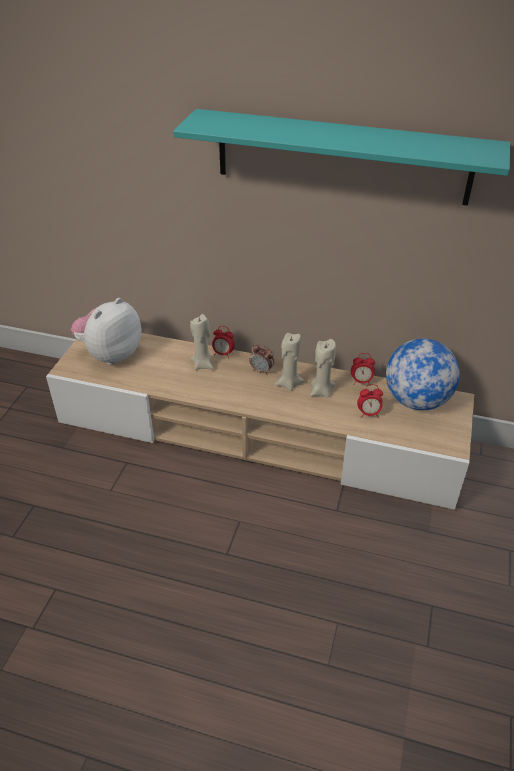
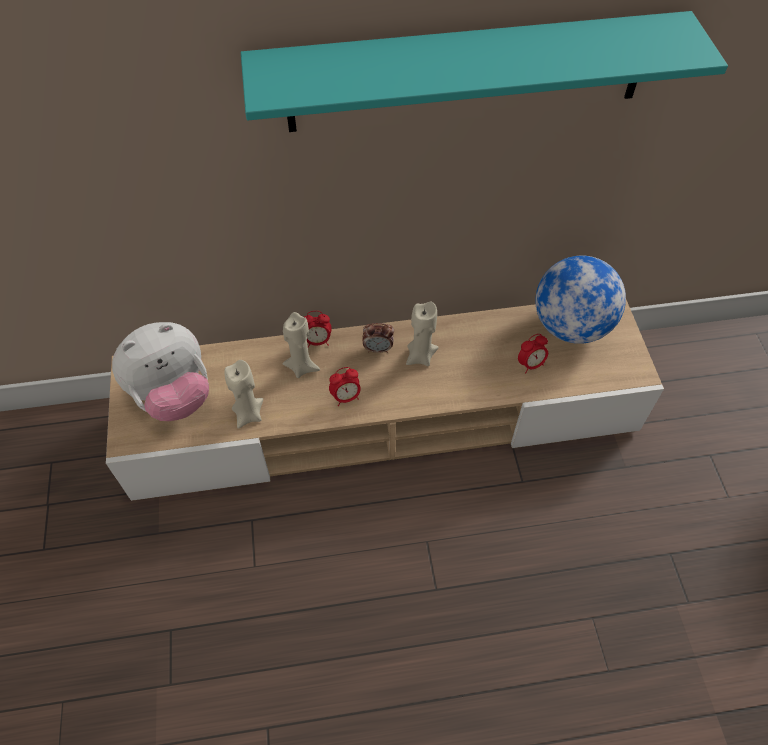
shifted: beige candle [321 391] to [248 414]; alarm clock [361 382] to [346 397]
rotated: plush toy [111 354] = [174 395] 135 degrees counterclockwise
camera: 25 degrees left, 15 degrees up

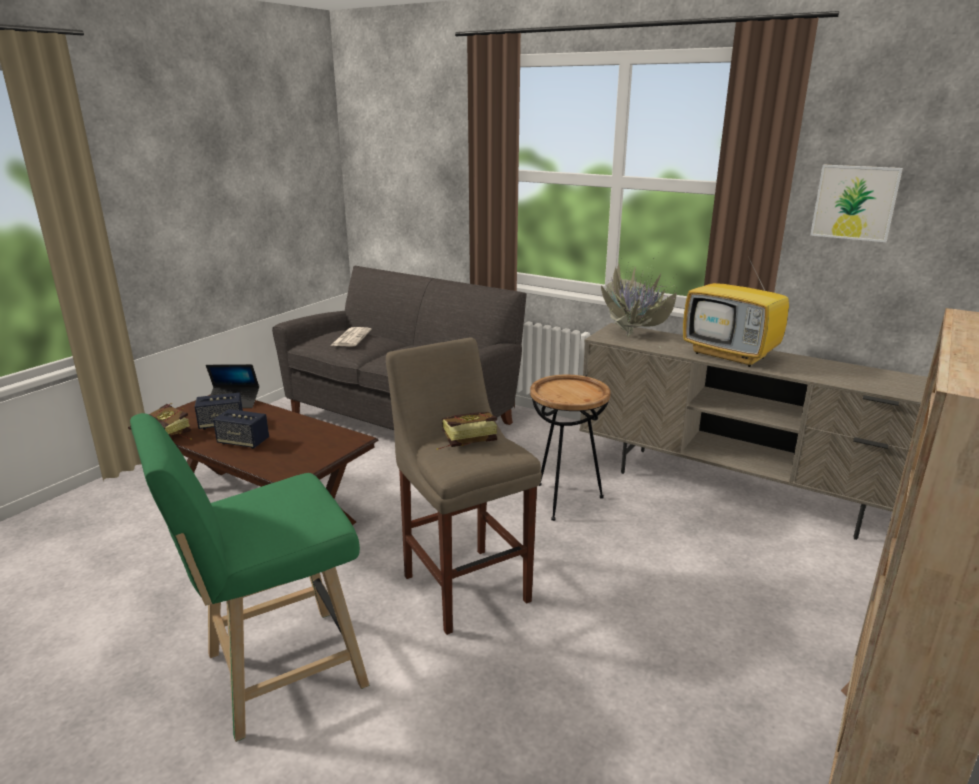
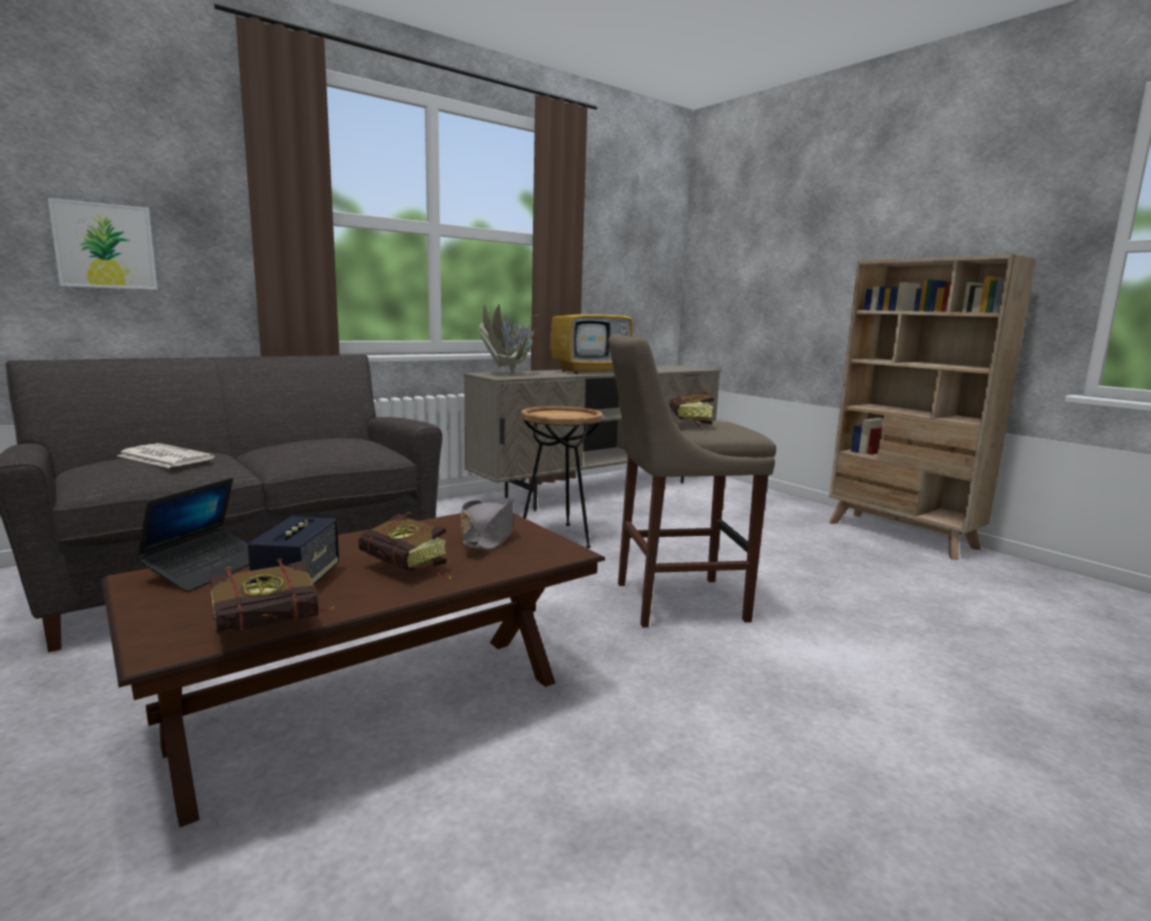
gone: green stool [276 673]
new: grey hat [488 537]
shifted: picture [854 202] to [105 246]
swapped: speaker [243 442] to book [409 570]
camera: 70 degrees left, 10 degrees down

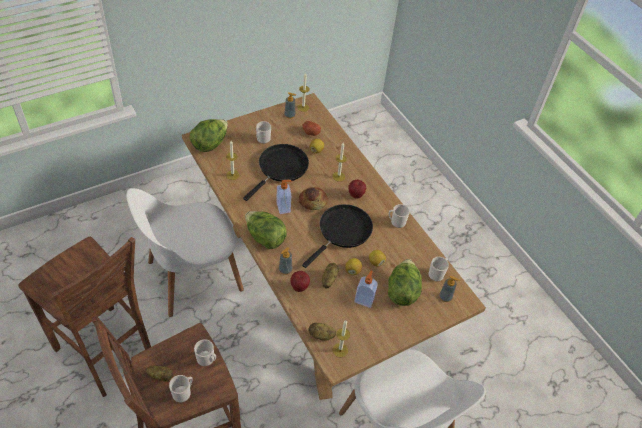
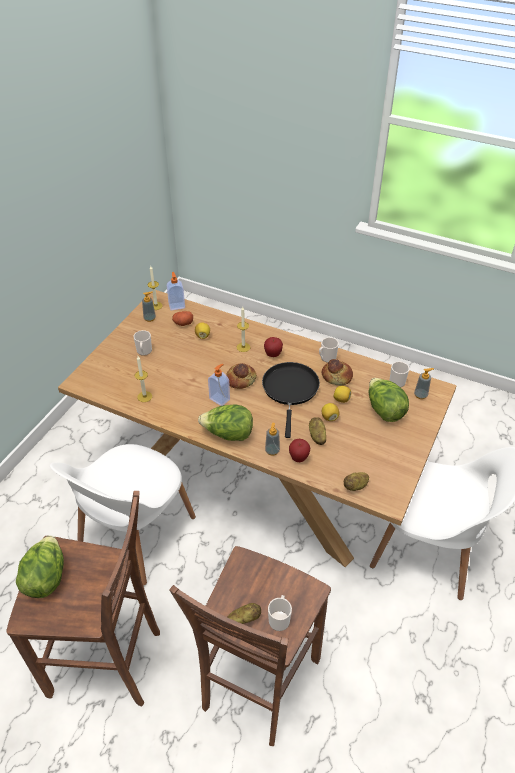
gone: black frying pan [281 168]; candle [340 350]; mug [207 359]
new: bread [337 376]
shifted: lettuce [210 144] to [46 578]; soap dispenser [364 300] to [176 306]
camera: 30 degrees left, 5 degrees down

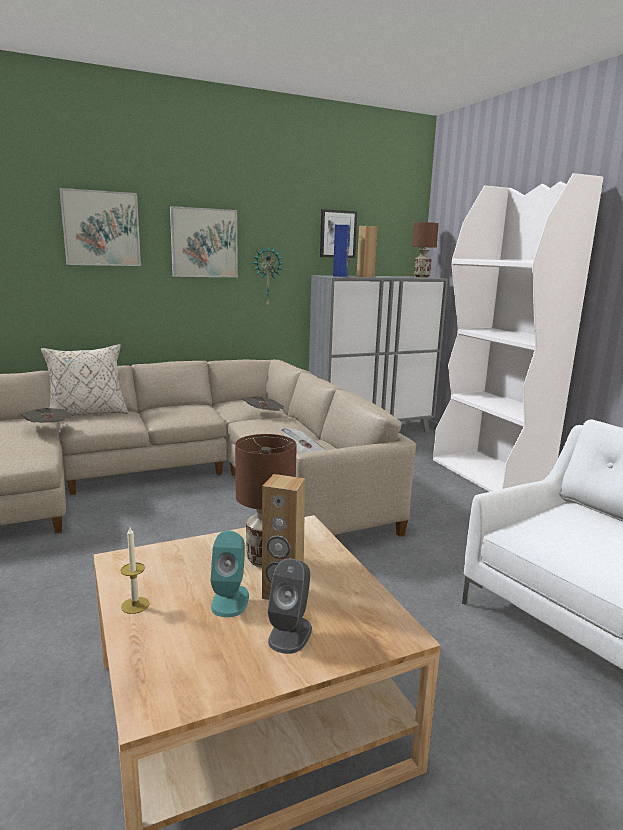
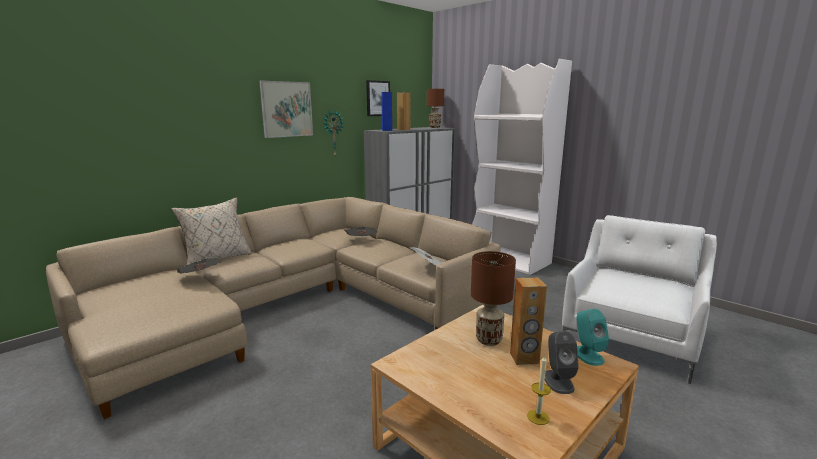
gone: picture [101 228]
shifted: candle [135 605] to [538 417]; turquoise speaker [230 600] to [587 355]
camera: 20 degrees left, 0 degrees up

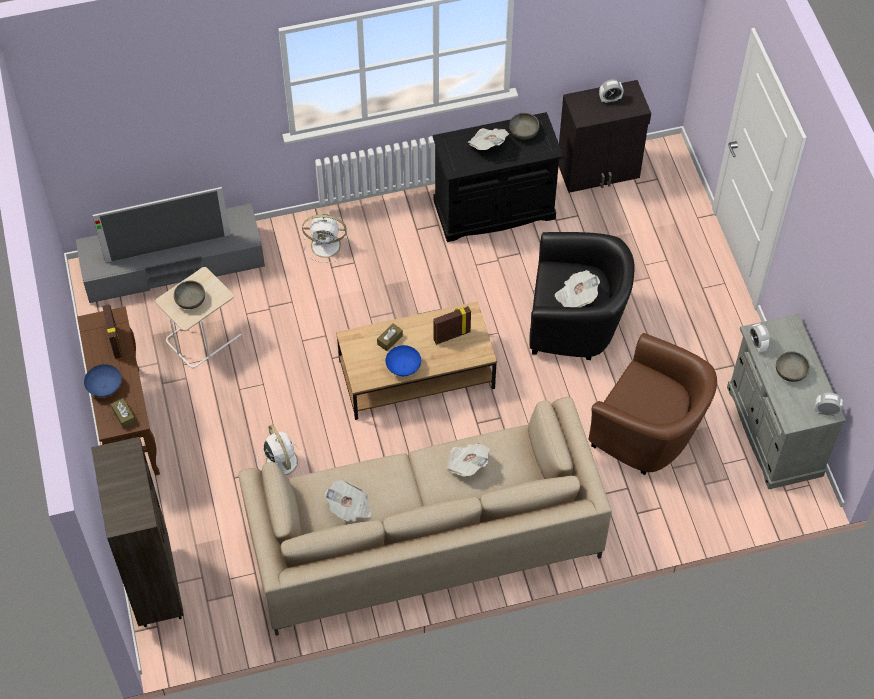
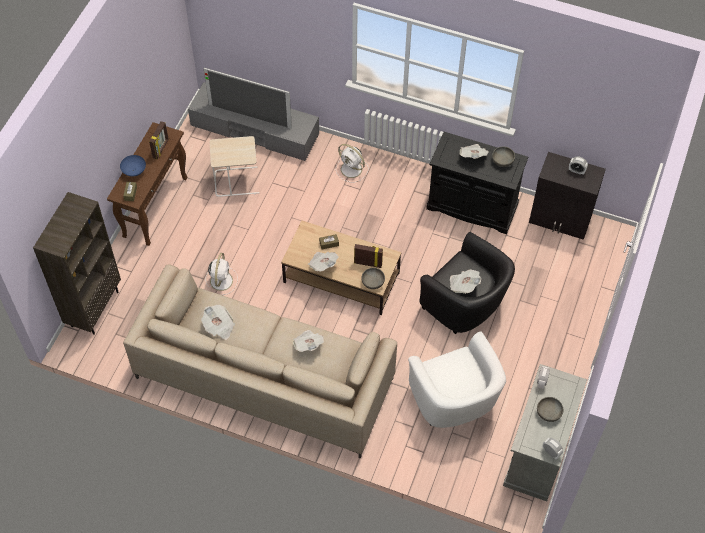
shifted: grey bowl [190 300] to [373 282]
swapped: blue bowl [402 367] to newspaper [323 264]
repainted: brown armchair [649 434] to white armchair [454 402]
camera: 35 degrees right, 0 degrees up

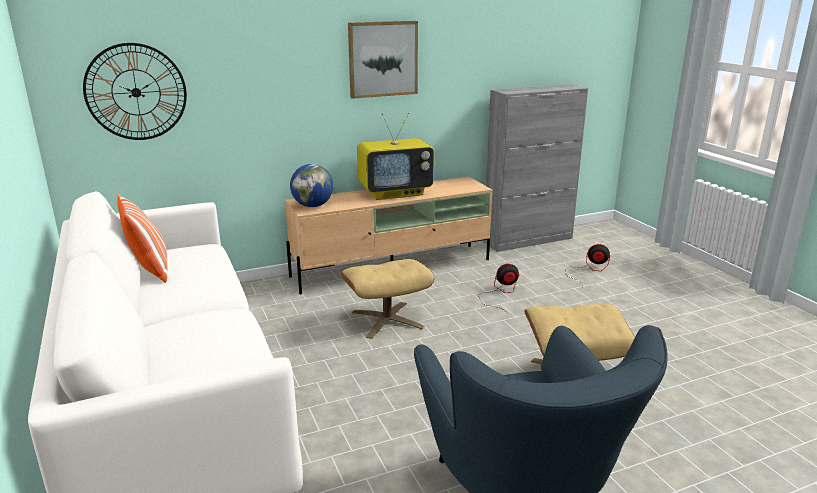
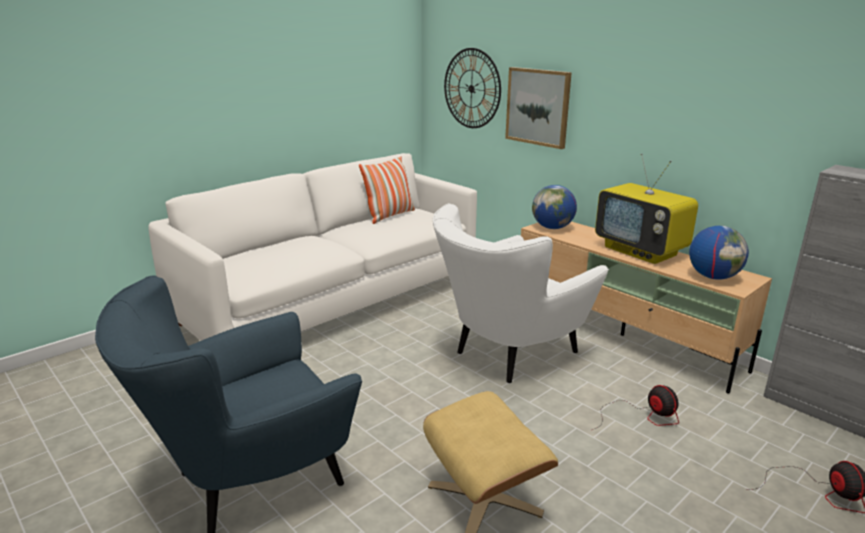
new: globe [713 277]
shifted: picture [383 59] to [538 107]
swapped: beige ottoman [387 320] to white armchair [508 355]
camera: 70 degrees right, 0 degrees up

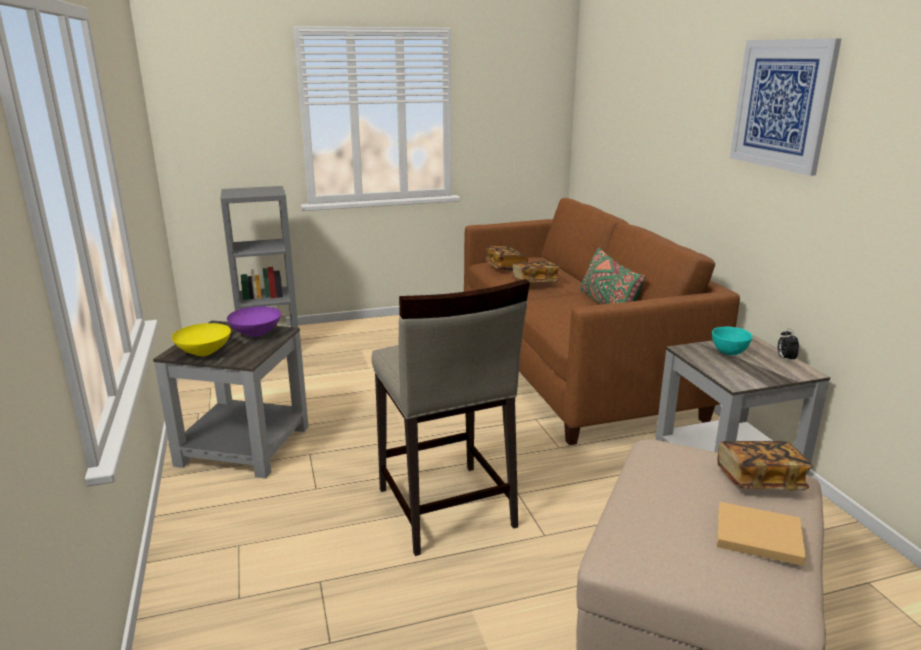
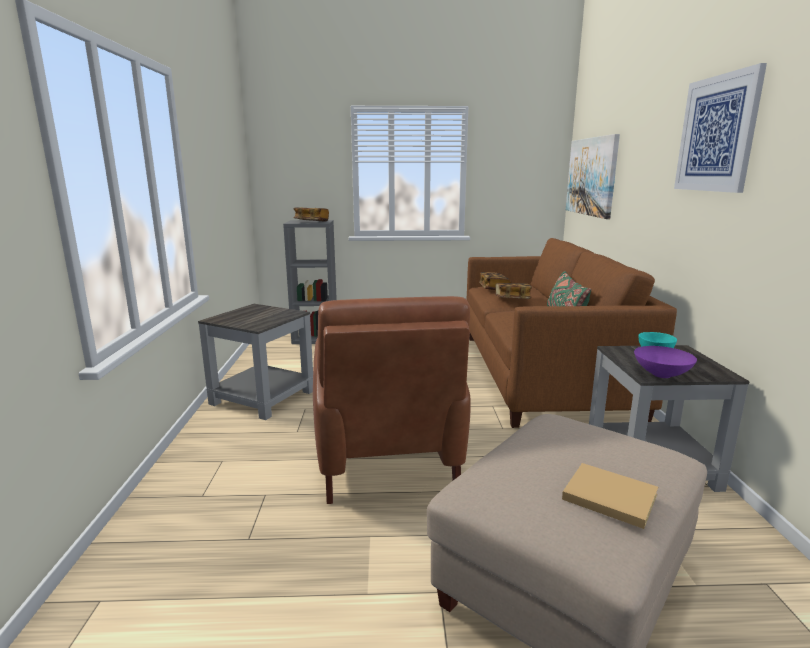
gone: yellow bowl [204 353]; alarm clock [785 359]
new: picture [591 176]
shifted: purple bowl [255 333] to [660 374]; book [759 480] to [311 222]
swapped: beige stool [445 508] to brown armchair [387 459]
camera: 15 degrees right, 5 degrees down

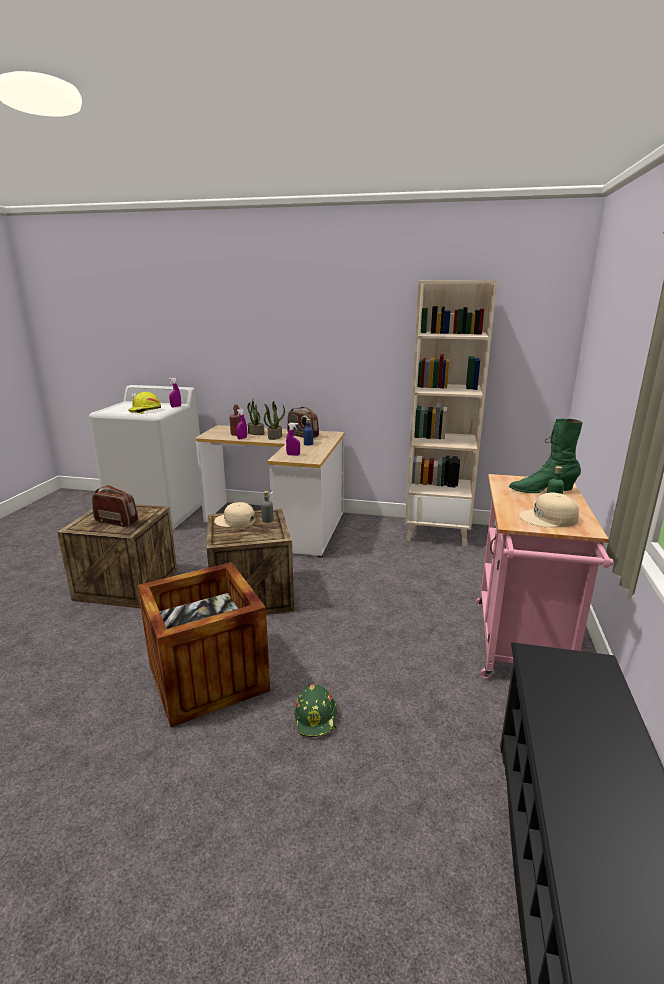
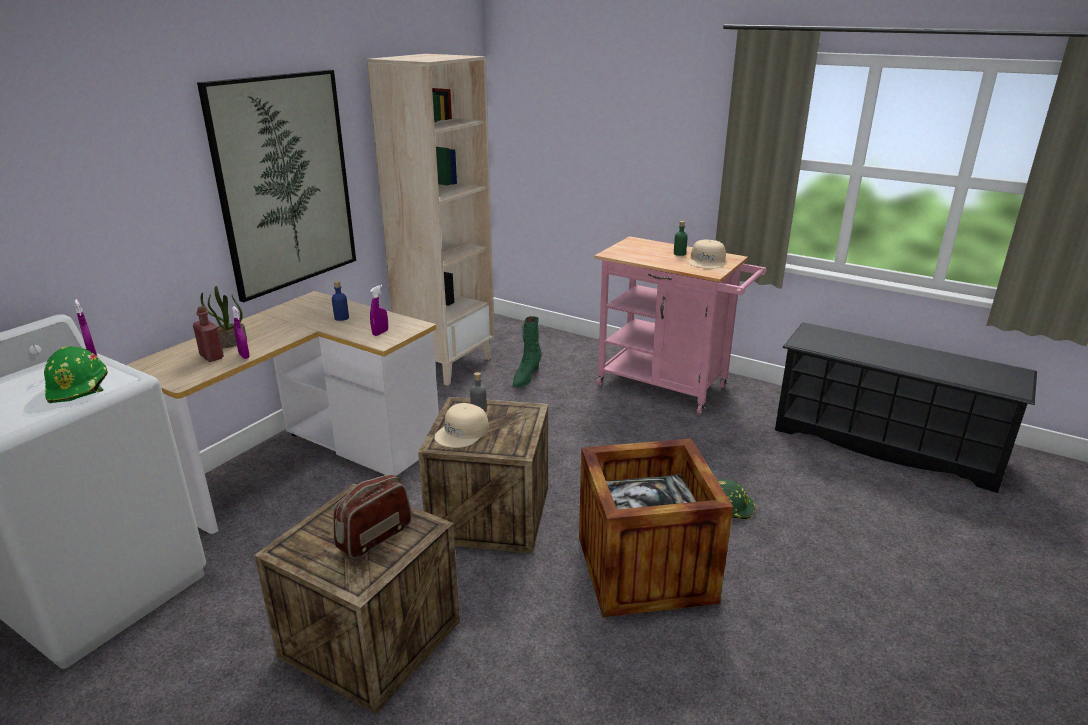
gone: potted plant [274 437]; radio [302 435]
new: picture [285 183]
shifted: green boot [542 490] to [526 378]
repainted: yellow hard hat [145 411] to green hard hat [79 387]
camera: 70 degrees left, 5 degrees up

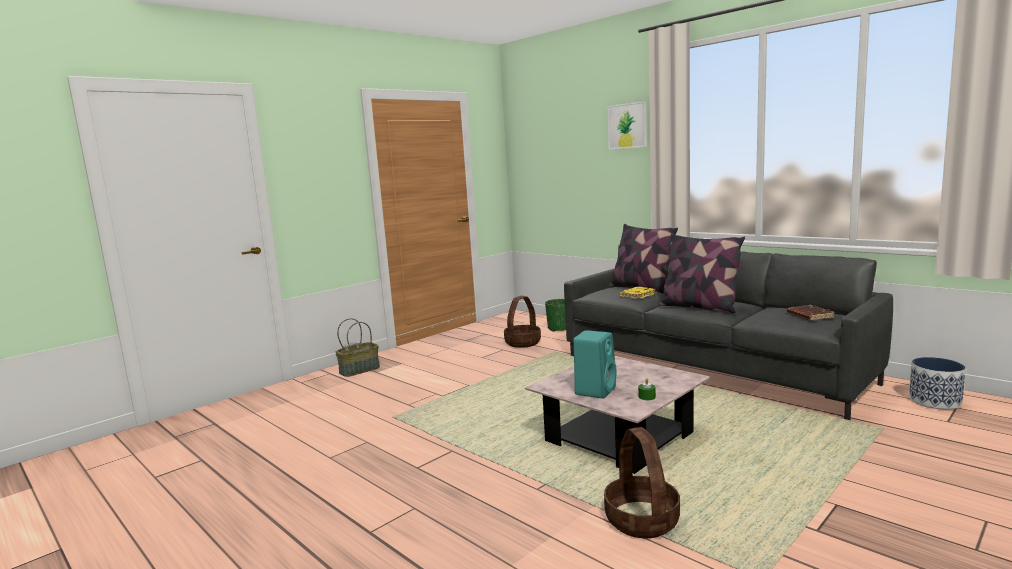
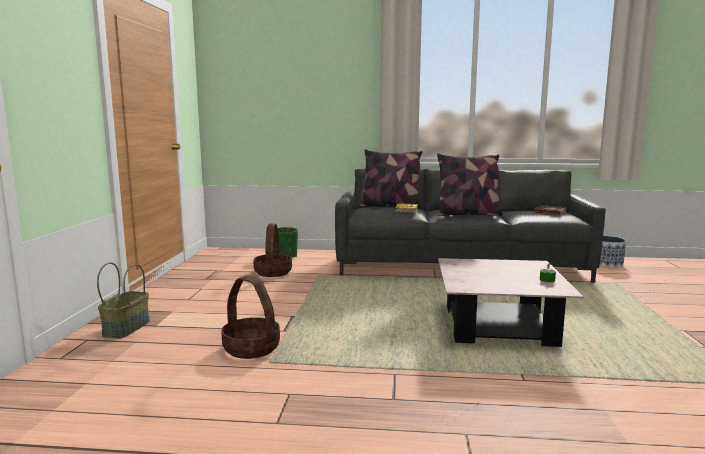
gone: picture [627 126]; turquoise speaker [595 390]
shifted: basket [642 520] to [252 348]
camera: 40 degrees left, 0 degrees up

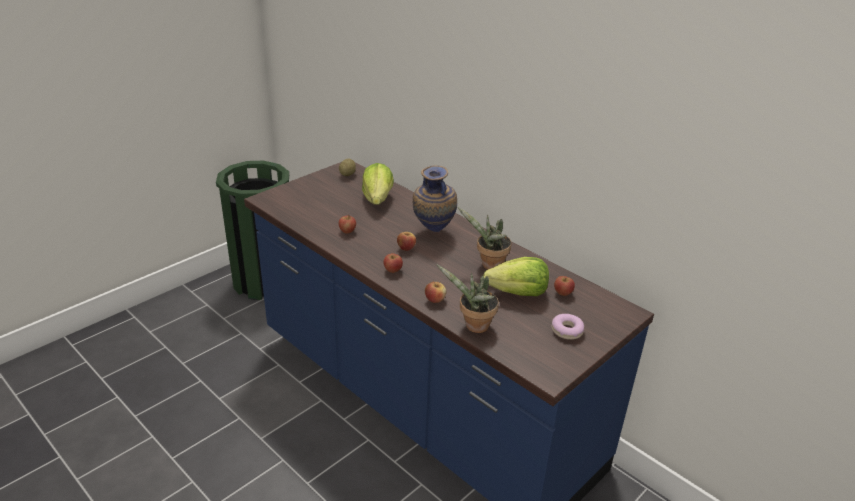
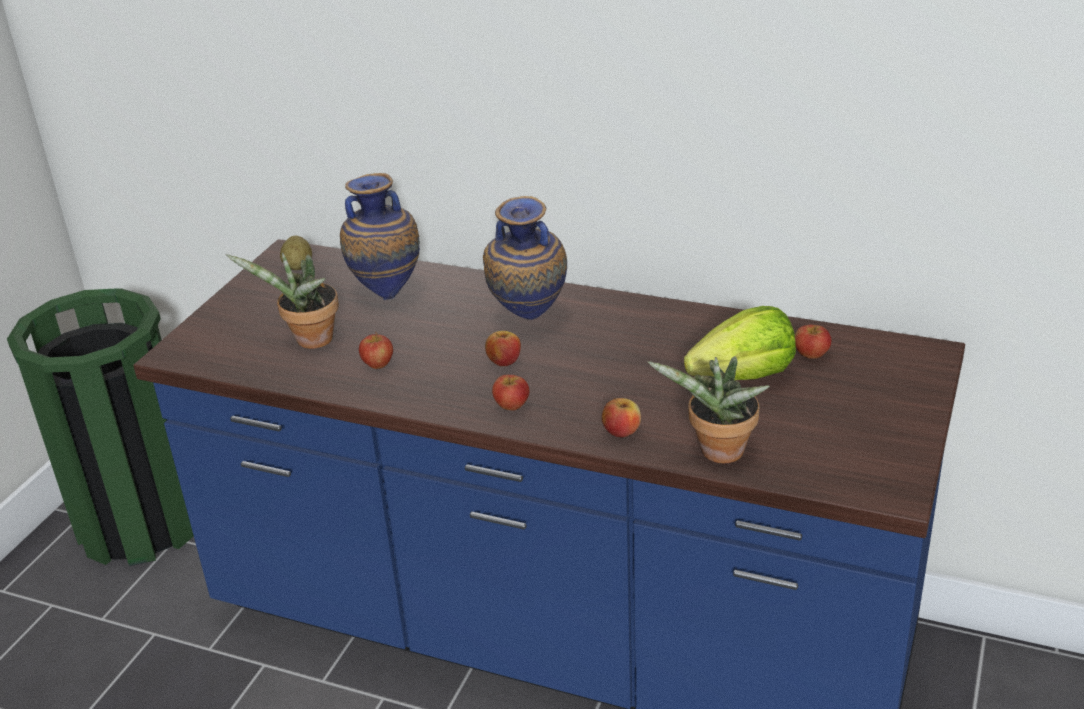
gone: donut [567 330]
shifted: potted plant [489 265] to [309 341]
swapped: lettuce [377 199] to vase [387 294]
camera: 20 degrees left, 0 degrees up

